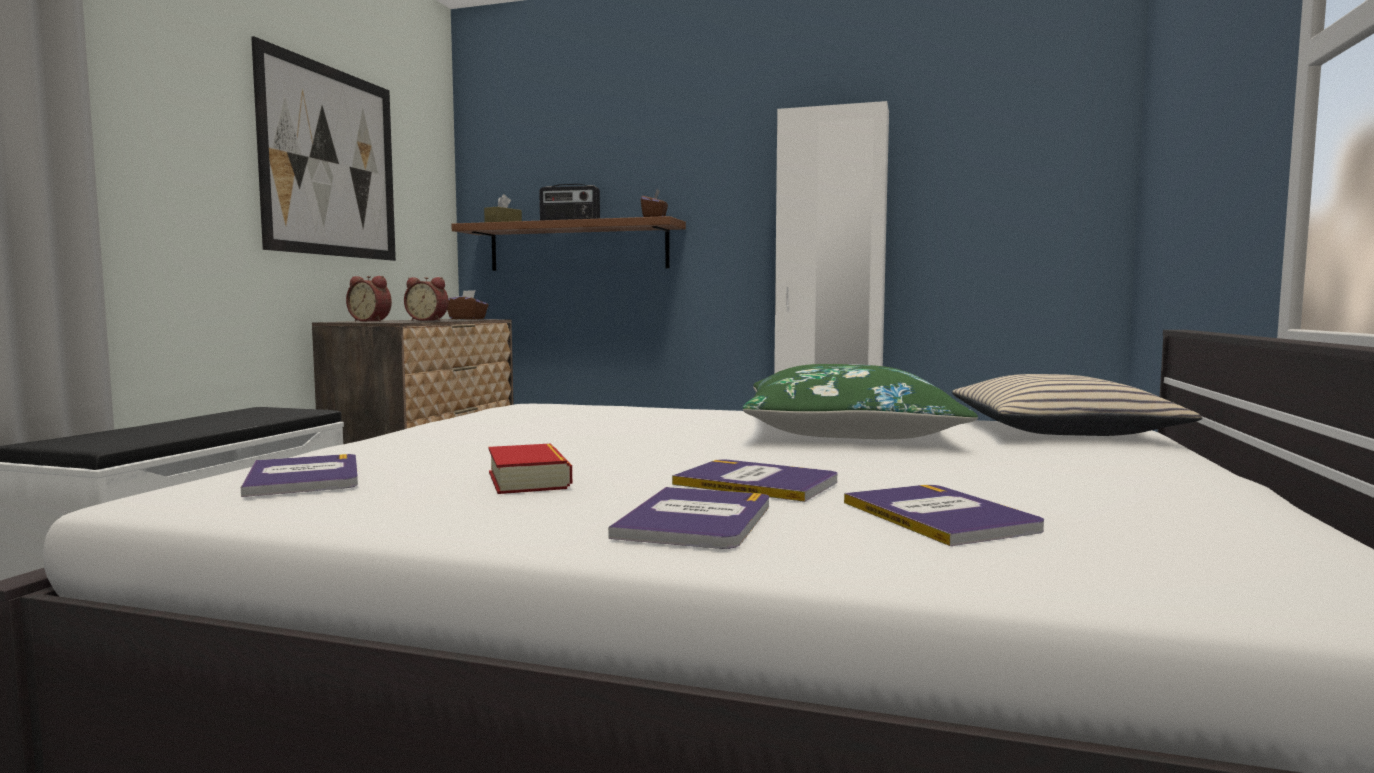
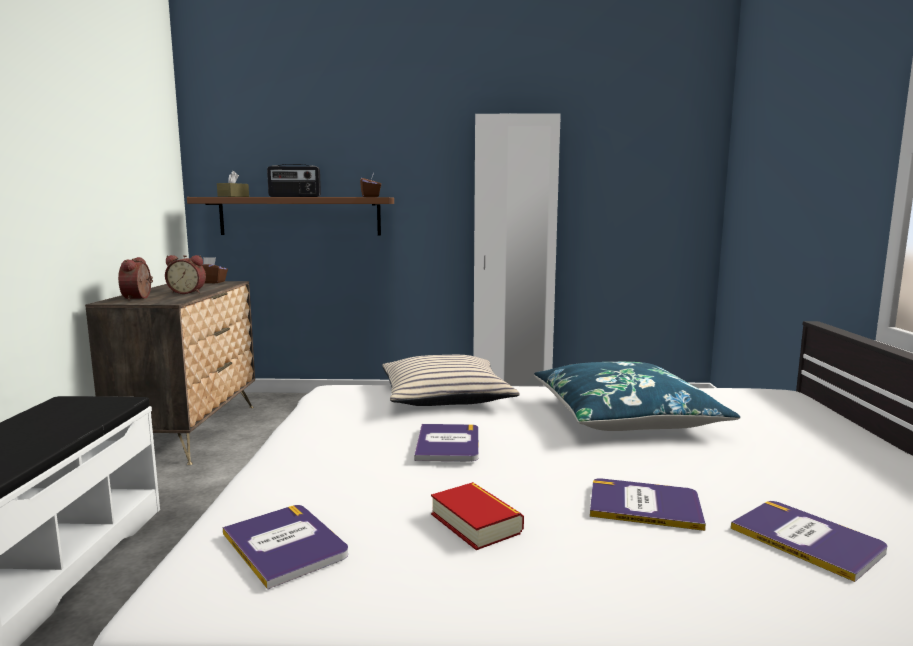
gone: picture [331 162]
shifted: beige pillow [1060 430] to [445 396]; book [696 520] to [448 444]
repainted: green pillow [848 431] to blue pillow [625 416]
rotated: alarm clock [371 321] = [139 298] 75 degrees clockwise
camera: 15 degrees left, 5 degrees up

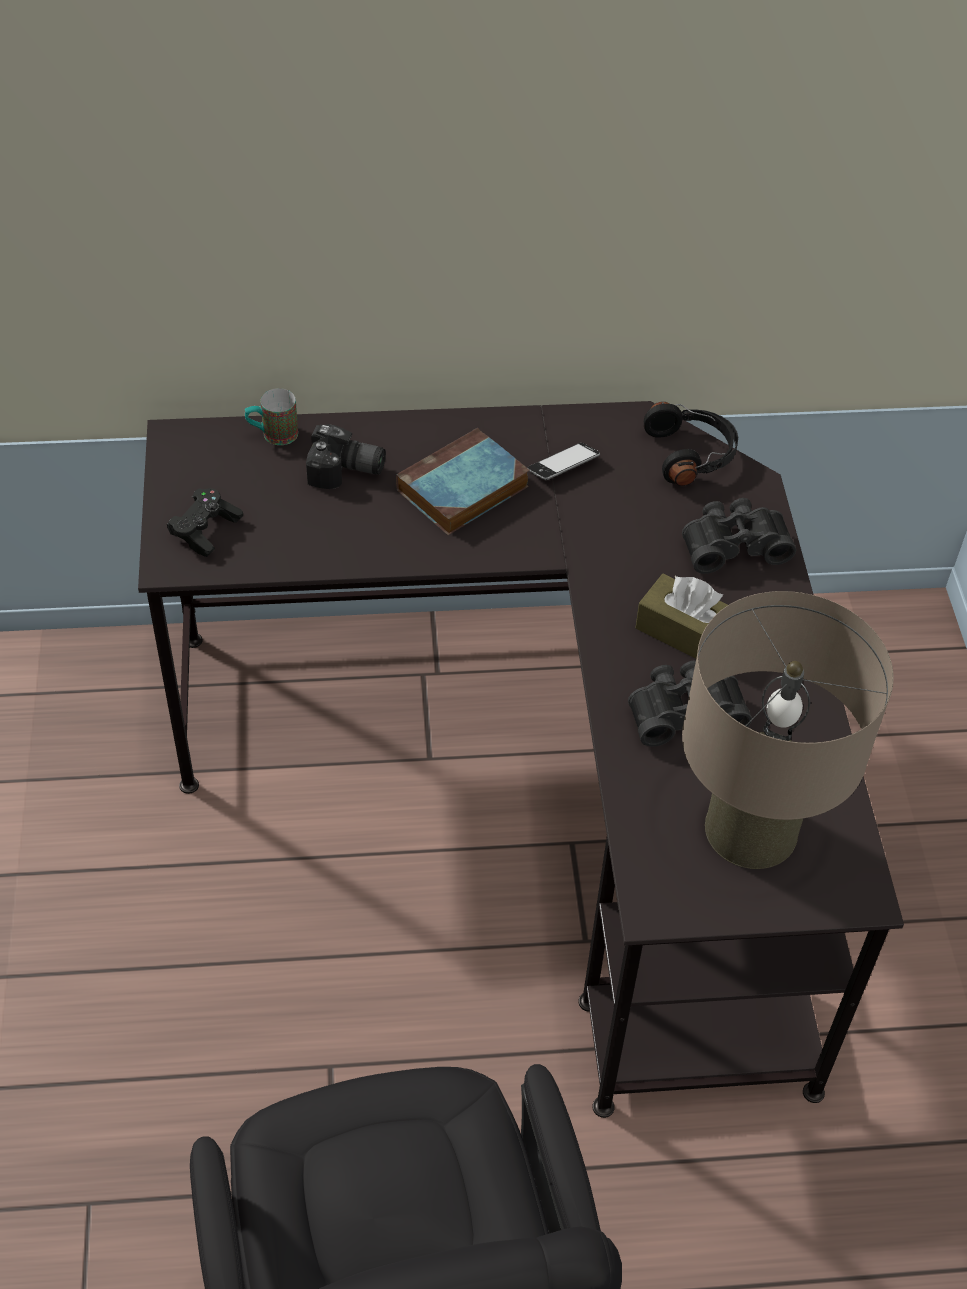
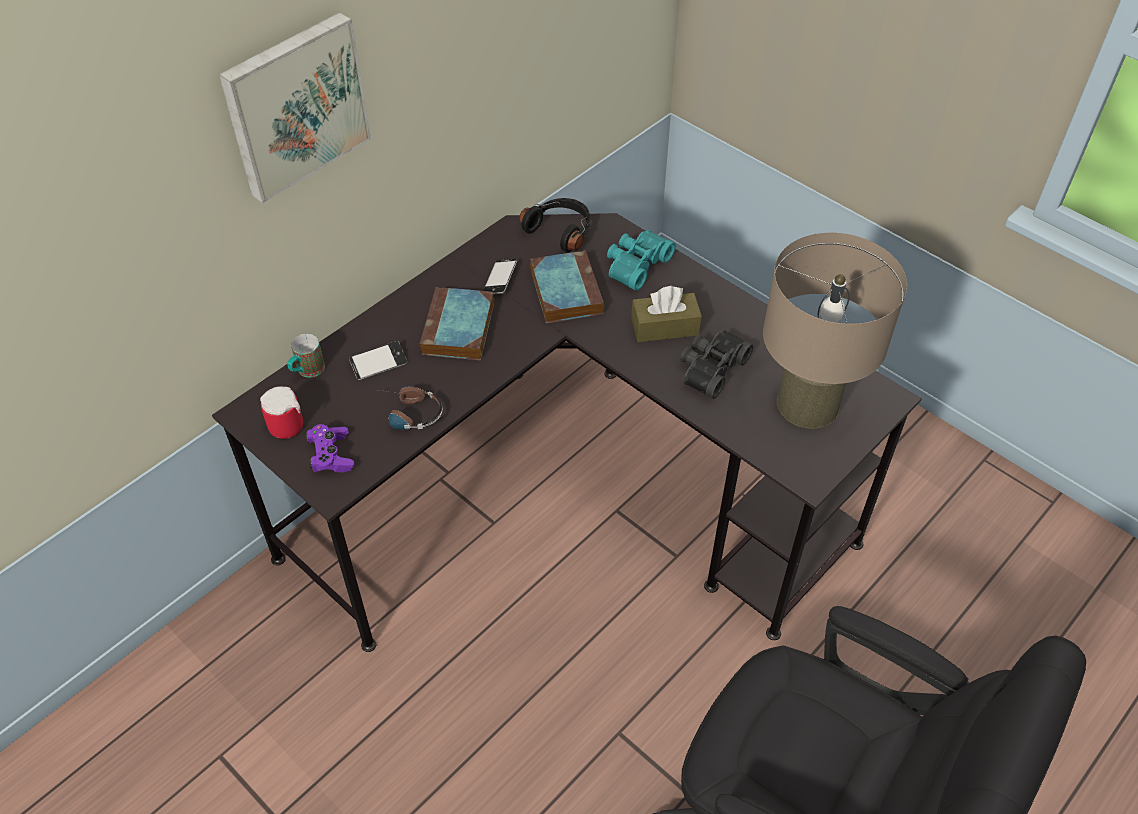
new: picture [295 105]; book [565 290]; mug [288 422]; headphones [407 414]
swapped: photo camera [346 472] to phone [378 364]
repainted: black game controller [205 530] to purple game controller [331 455]; black binoculars [733 544] to turquoise binoculars [635 264]
camera: 40 degrees left, 0 degrees up

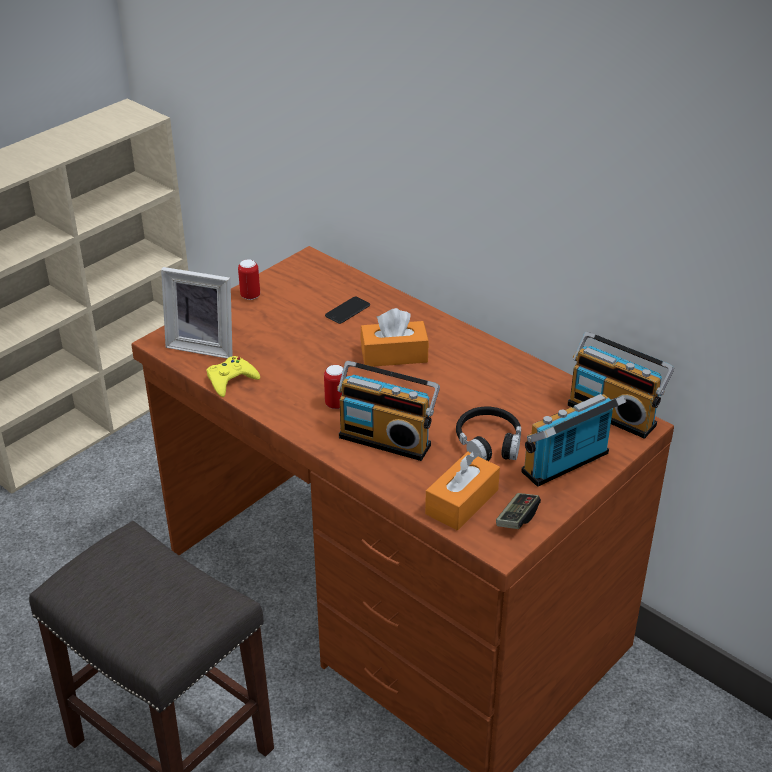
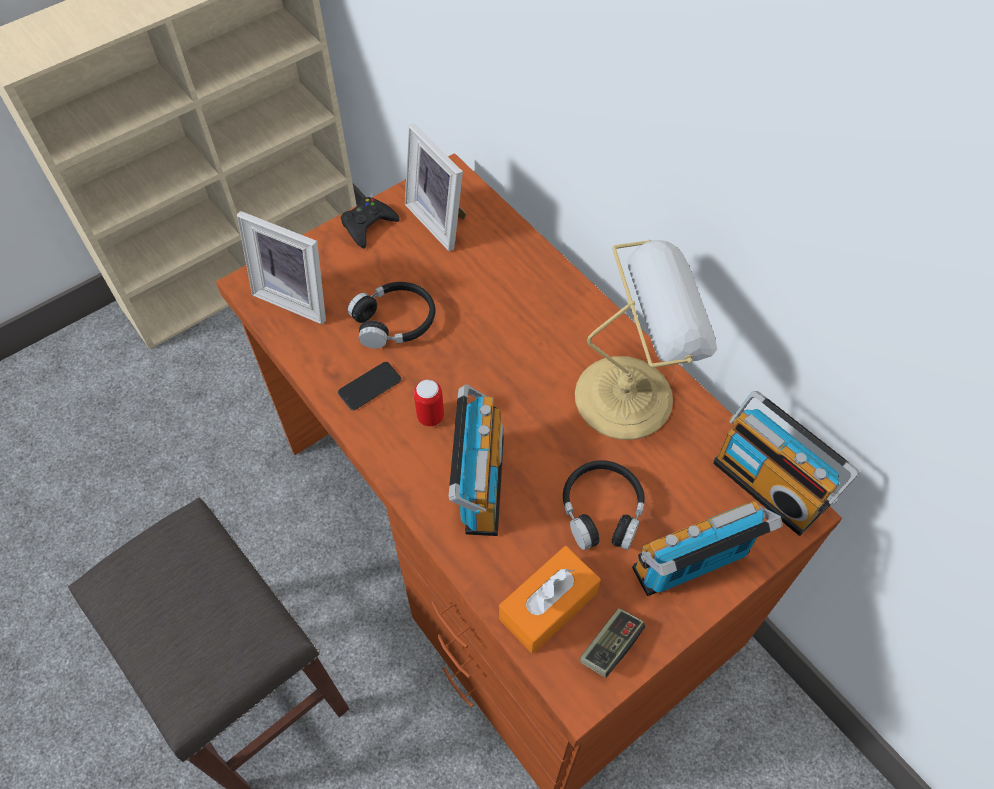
gone: orange tissue box [394 355]; yellow game controller [231 380]
new: picture frame [441 220]; table lamp [629 395]; black headphones [395 322]
shifted: phone [347 311] to [370 386]
swapped: can [250 296] to black game controller [368 225]
rotated: radio [386 439] = [478 484] 120 degrees counterclockwise
camera: 10 degrees right, 20 degrees up

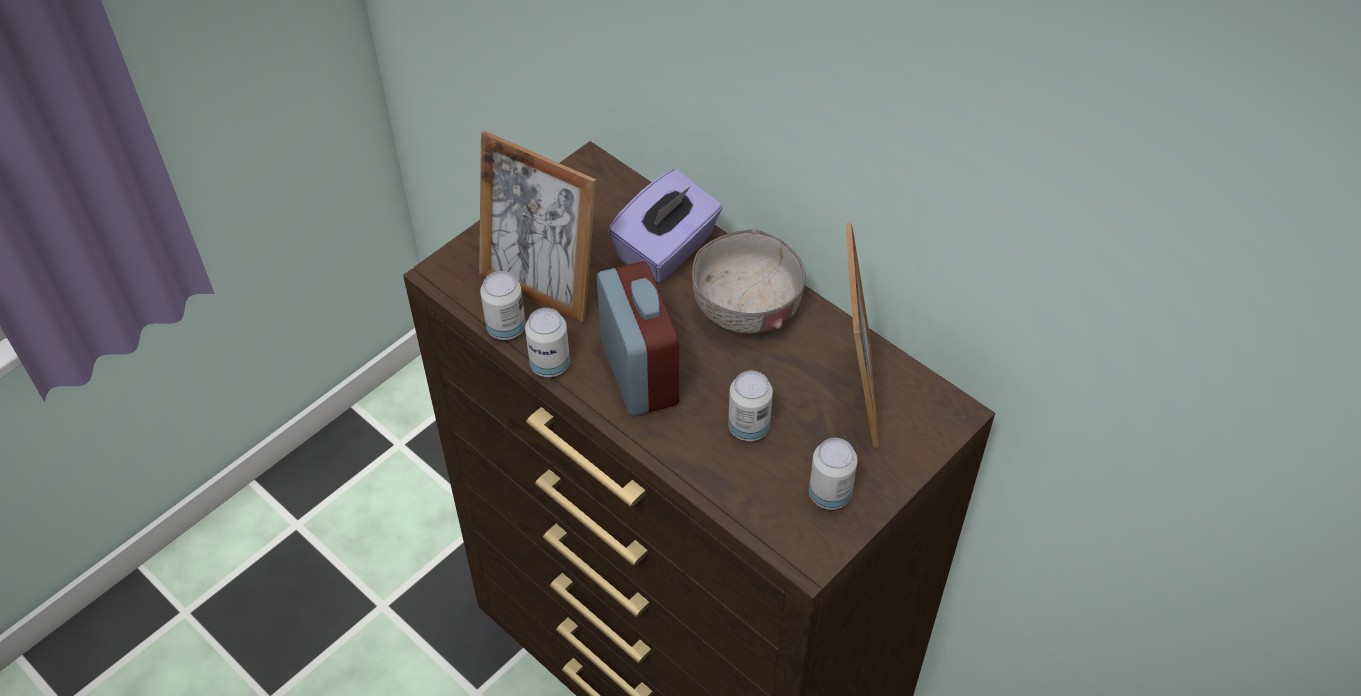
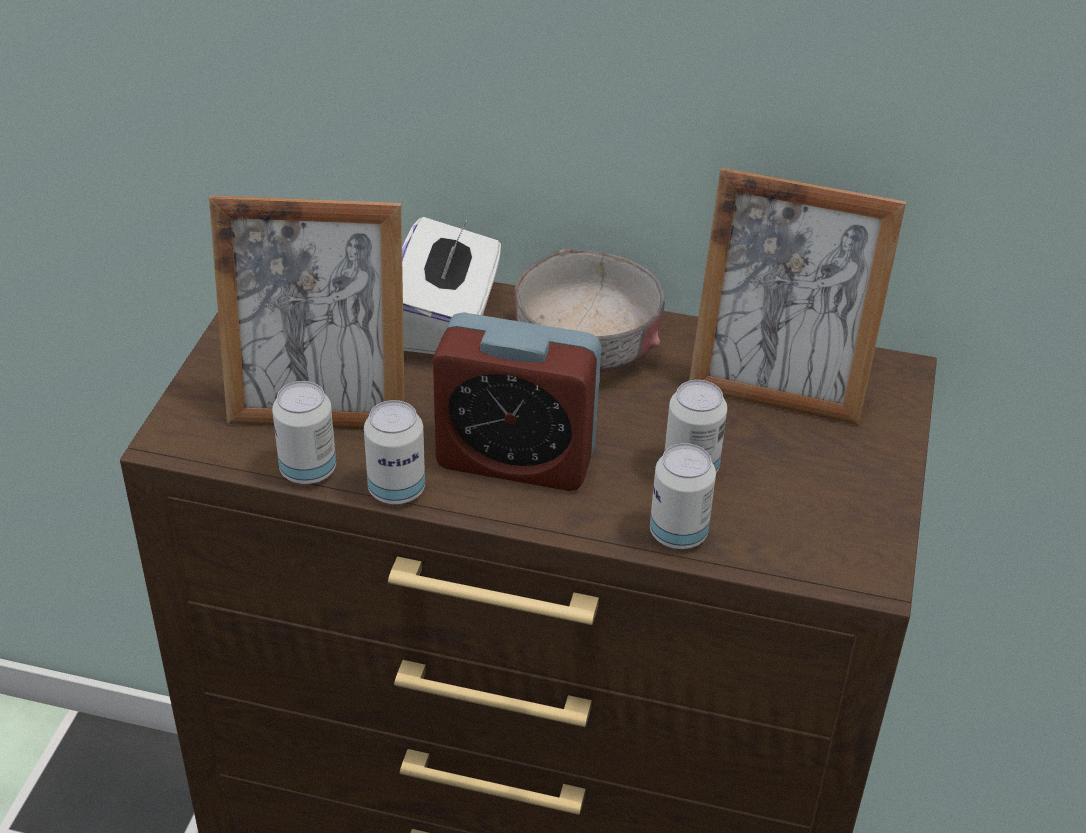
shifted: can [829 494] to [678 533]
repainted: purple tissue box [667 250] to white tissue box [447 322]
rotated: picture frame [853 393] = [777 391] 135 degrees clockwise; alarm clock [639 372] = [515 458] 150 degrees clockwise
camera: 30 degrees left, 10 degrees down

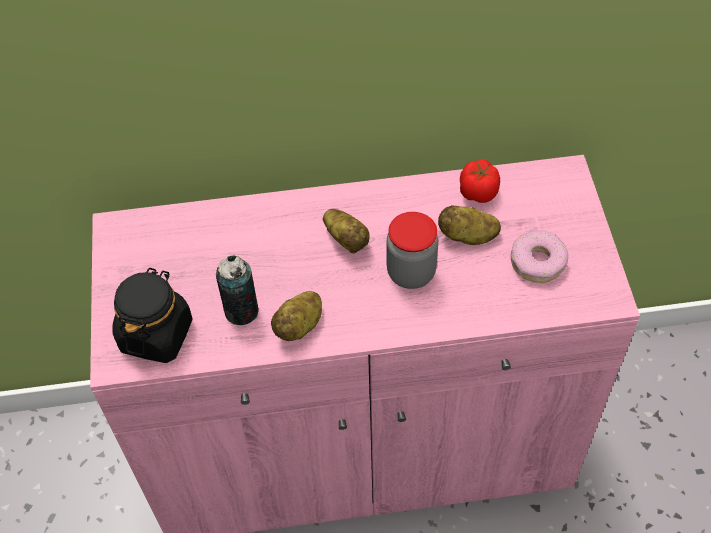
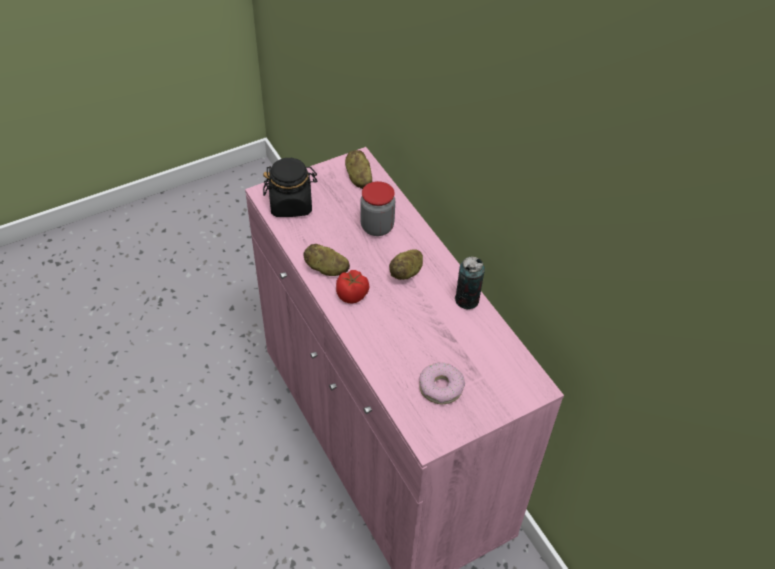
shifted: tomato [478 191] to [352 295]; potato [468 236] to [358 178]; jar [411 272] to [377 227]; can [241 311] to [467 300]
camera: 65 degrees right, 5 degrees down

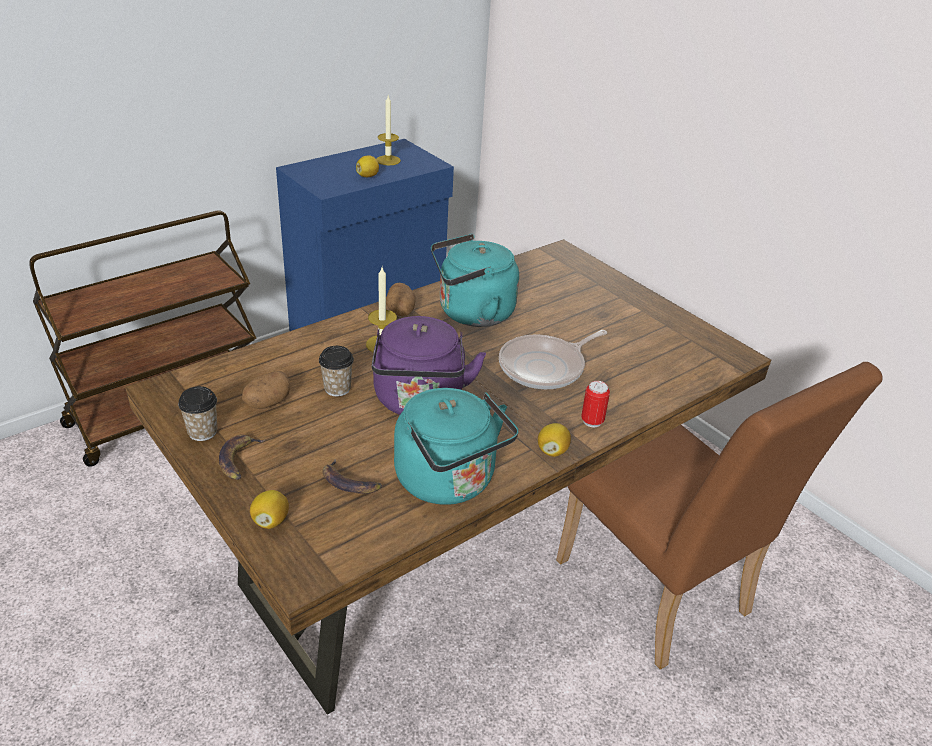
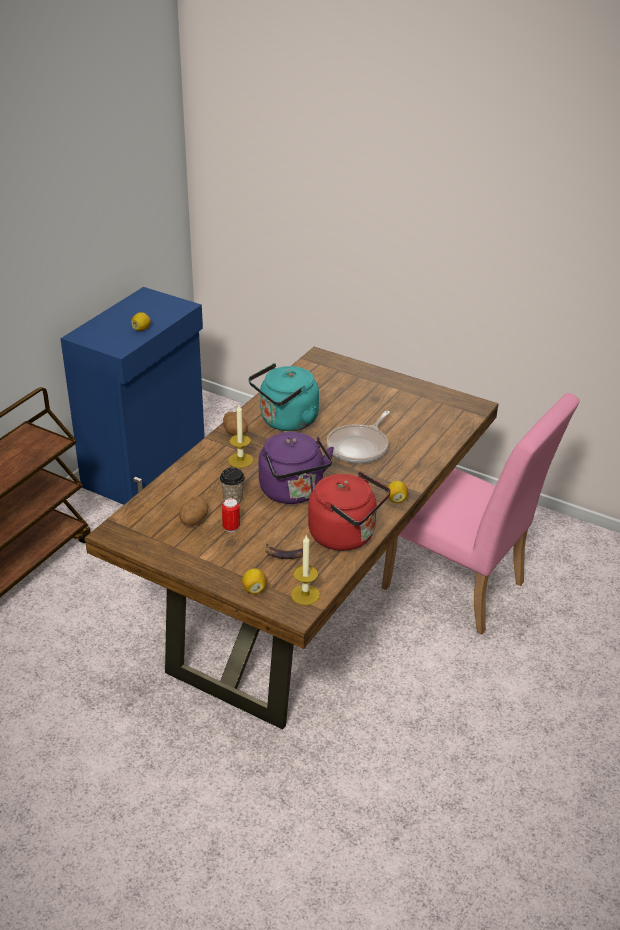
gone: cup [202 432]; banana [239 460]
shifted: candle [388 160] to [305 595]; can [592 421] to [231 528]
repainted: brown chair [661 597] to pink chair [462 590]; turquoise kettle [449 482] to red kettle [346 536]
camera: 20 degrees left, 0 degrees up

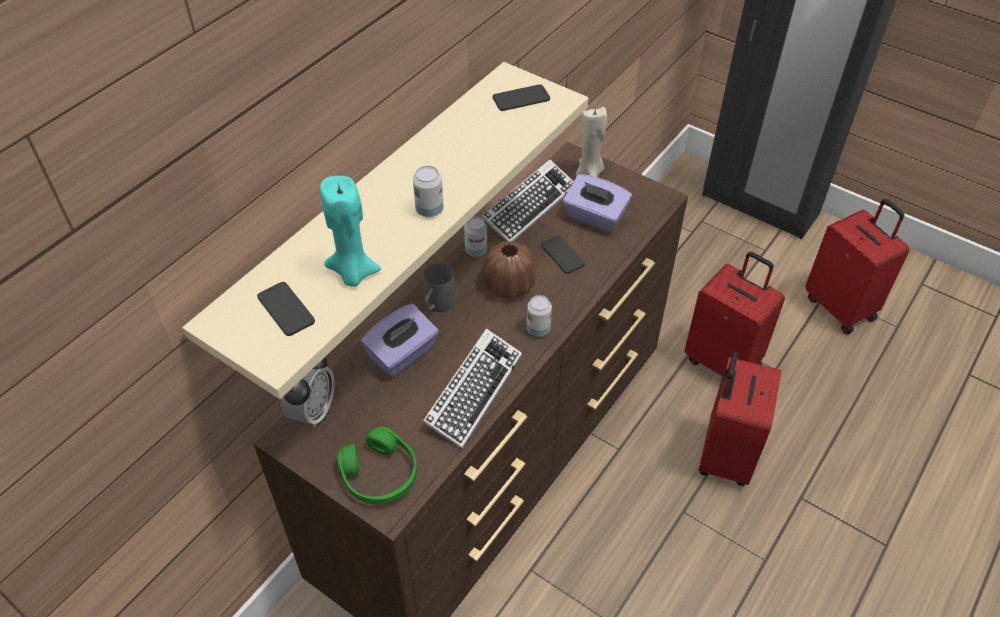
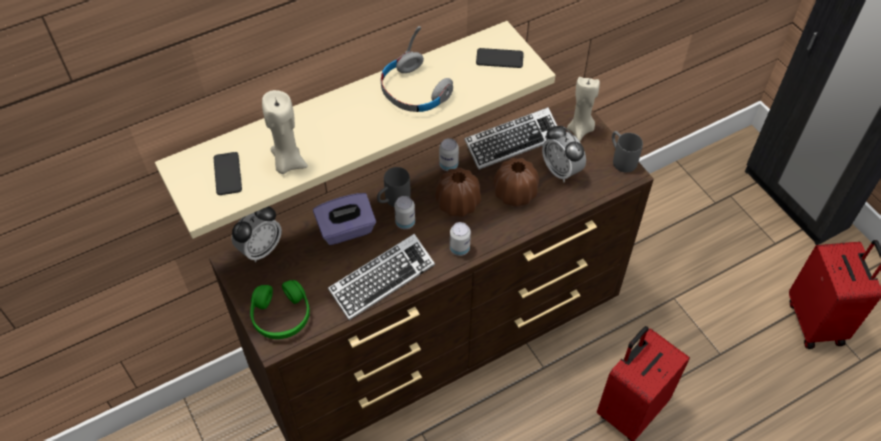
gone: red suitcase [723 362]
new: grey headphones [414 91]; grey mug [621 159]
shifted: can [429 210] to [405 222]
swapped: purple tissue box [594 217] to alarm clock [561 170]; phone [562 255] to brown vase [515 193]
repainted: turquoise candle [353 273] to beige candle [288 163]
camera: 25 degrees right, 5 degrees up

